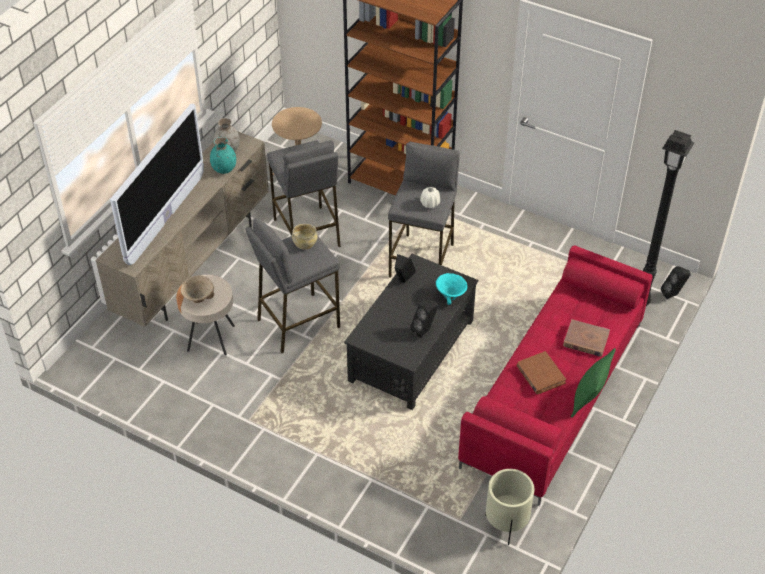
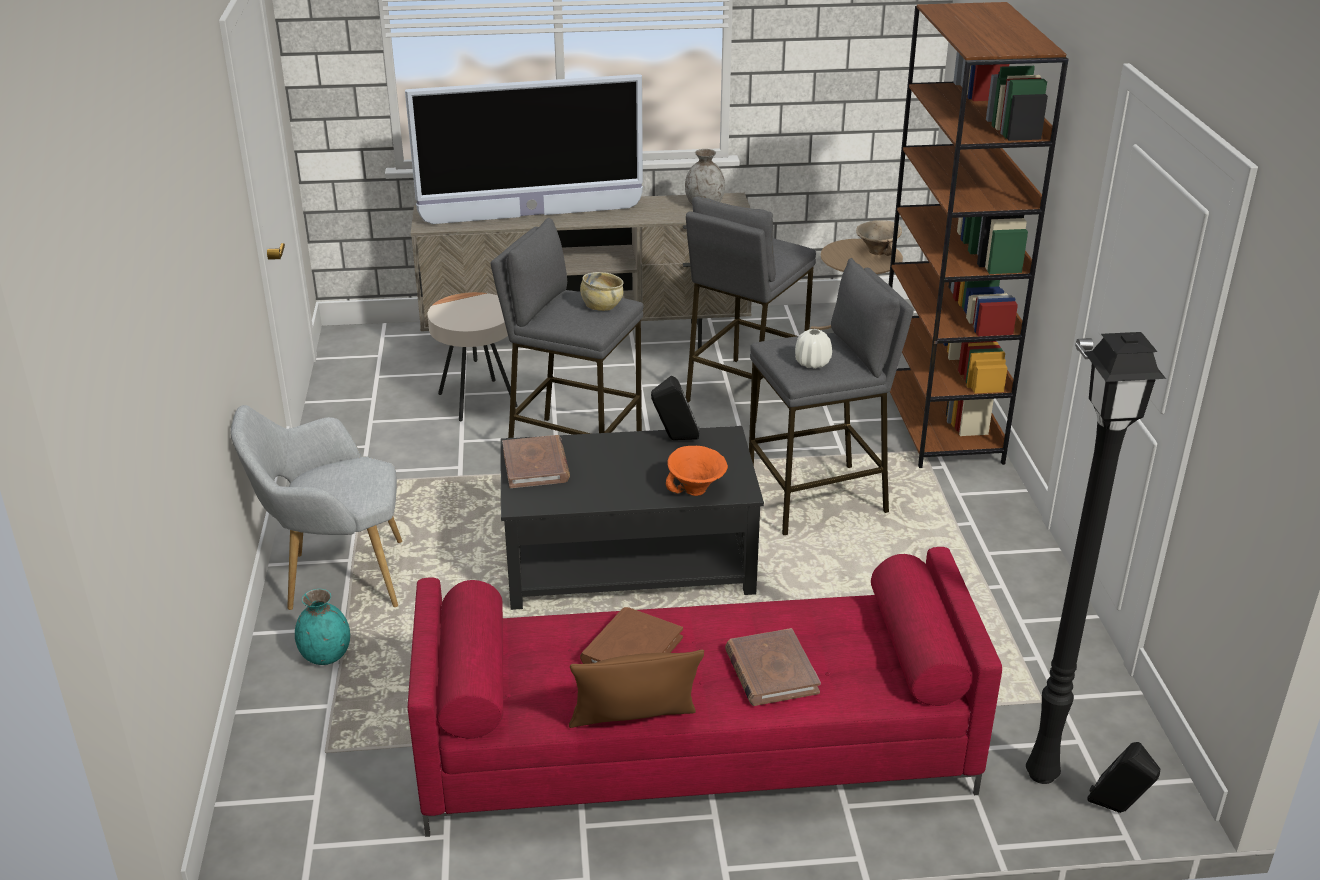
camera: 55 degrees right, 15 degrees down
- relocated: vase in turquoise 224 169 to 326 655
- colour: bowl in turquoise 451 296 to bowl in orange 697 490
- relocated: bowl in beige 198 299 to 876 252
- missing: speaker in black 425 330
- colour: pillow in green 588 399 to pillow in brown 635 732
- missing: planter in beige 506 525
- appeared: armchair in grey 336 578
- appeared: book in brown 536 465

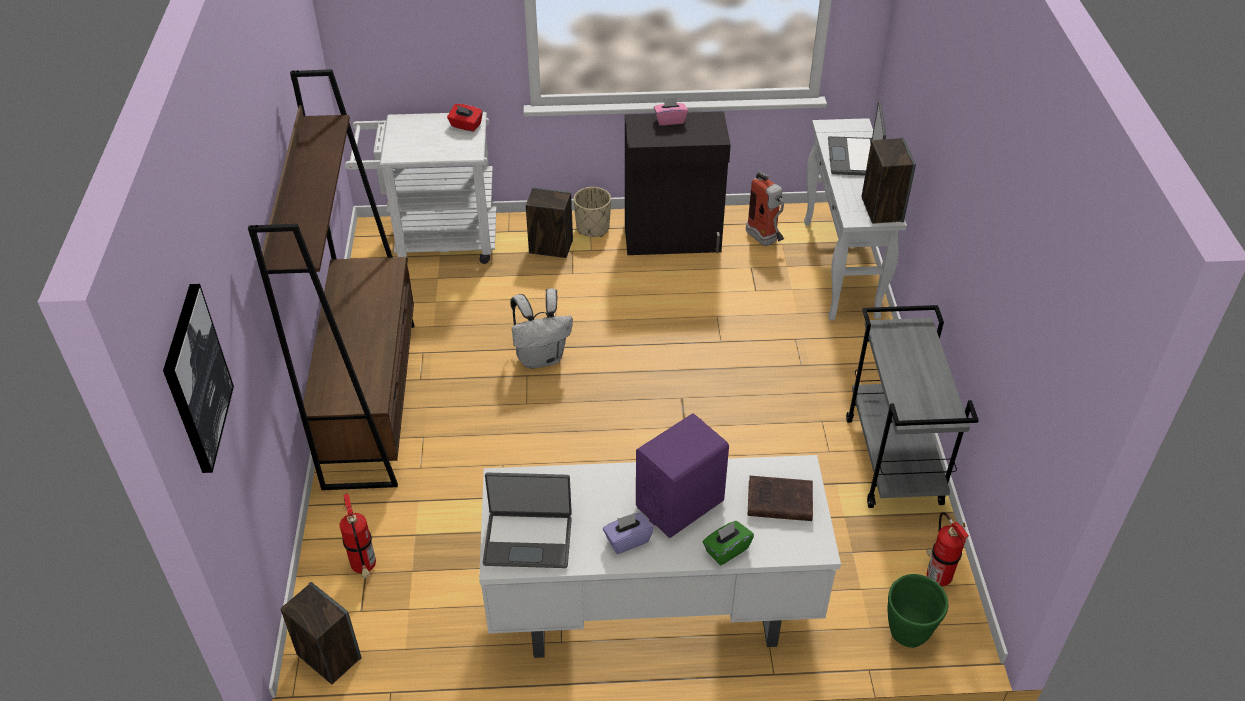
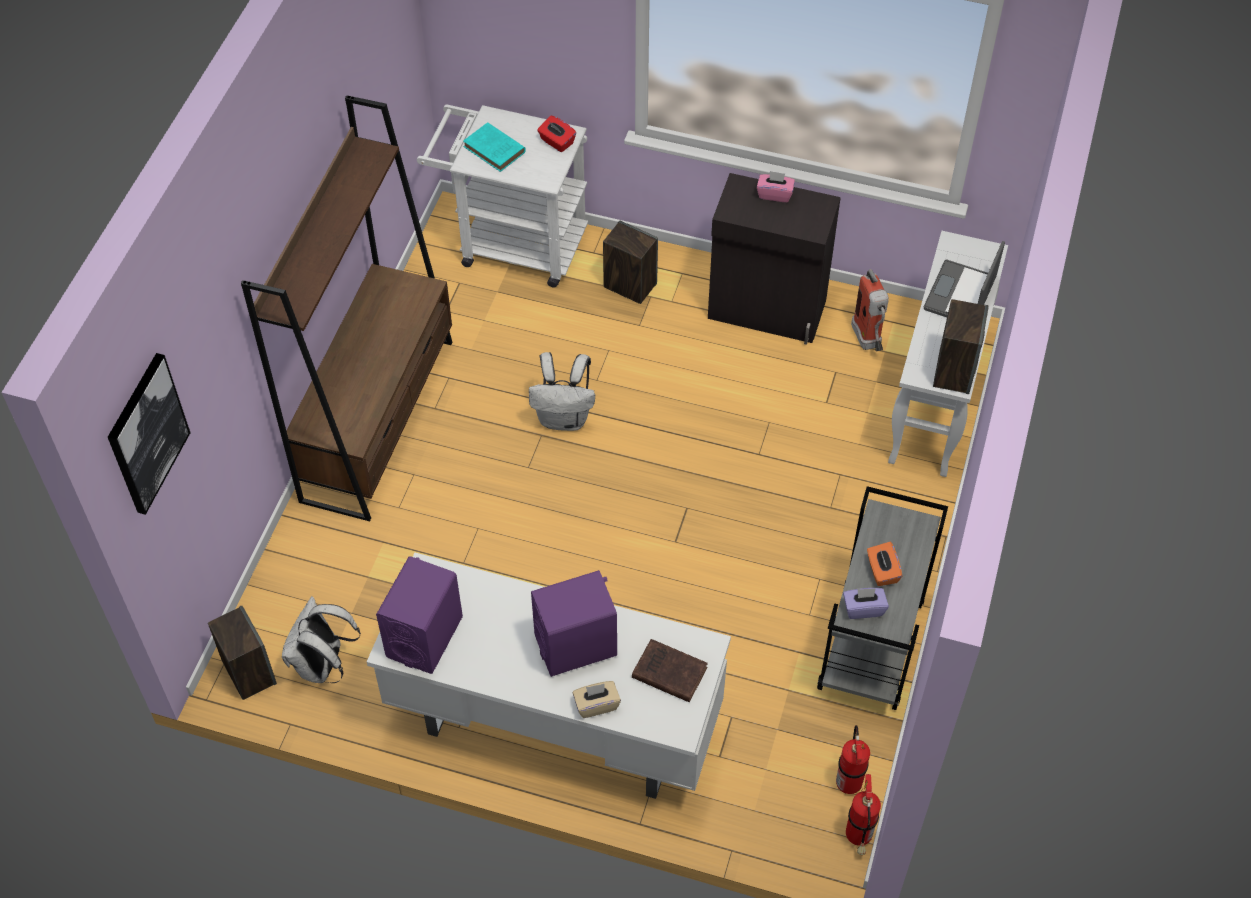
camera: 20 degrees right, 10 degrees up
- missing: planter in beige 593 228
- exchanged: laptop 528 539 to speaker in purple 424 637
- relocated: fire extinguisher 364 568 to 858 838
- relocated: tissue box in purple 627 540 to 863 609
- colour: tissue box in green 726 550 to tissue box in beige 596 705
- missing: planter in green 907 634
- appeared: book in turquoise 495 150
- appeared: tissue box in orange 882 571
- appeared: backpack in white 323 666

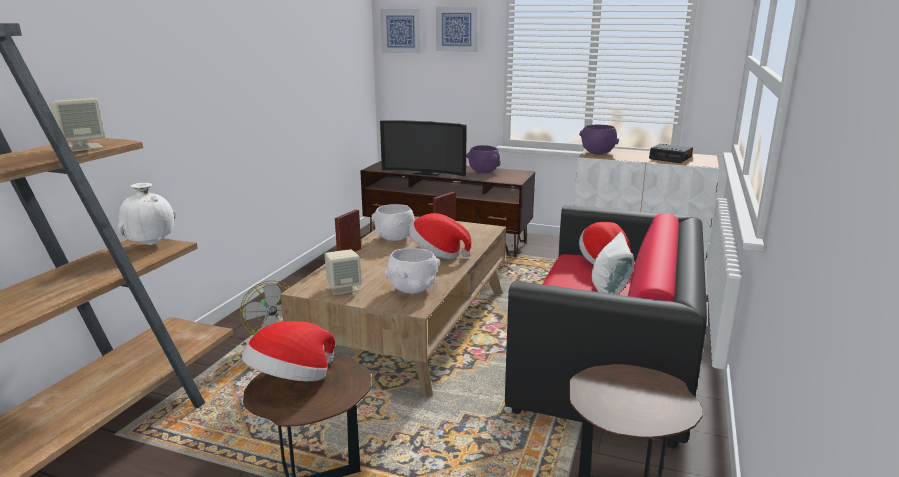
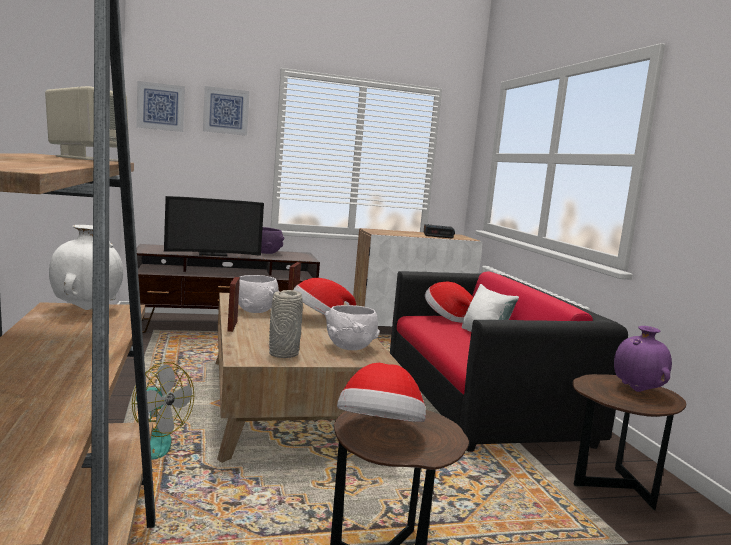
camera: 35 degrees left, 10 degrees down
- missing: bowl in purple 598 153
- exchanged: speaker in beige 344 288 to vase in grey 283 354
- appeared: vase in purple 637 391

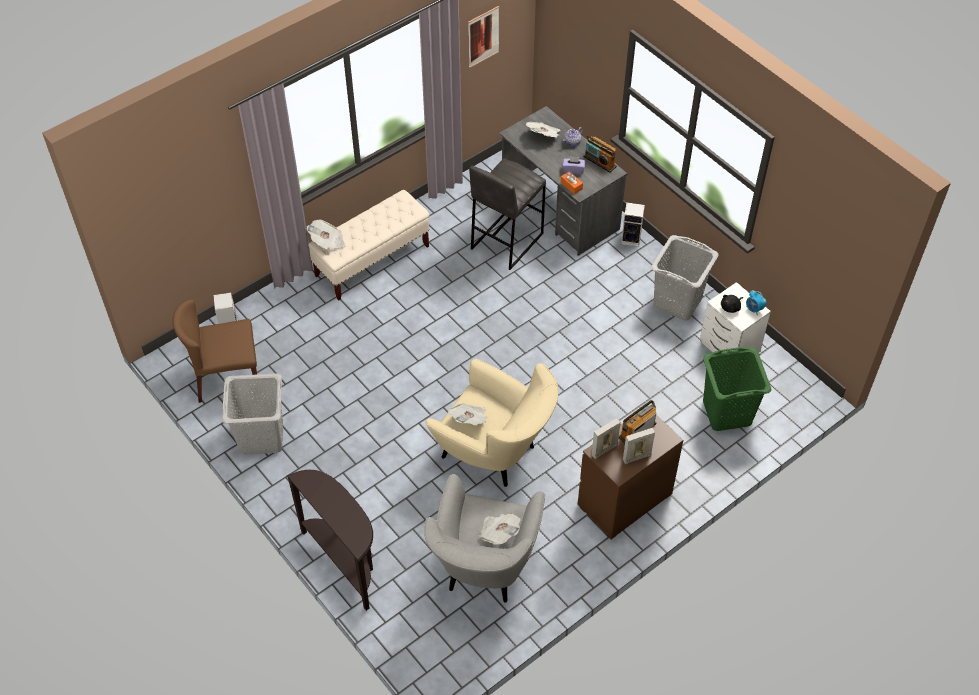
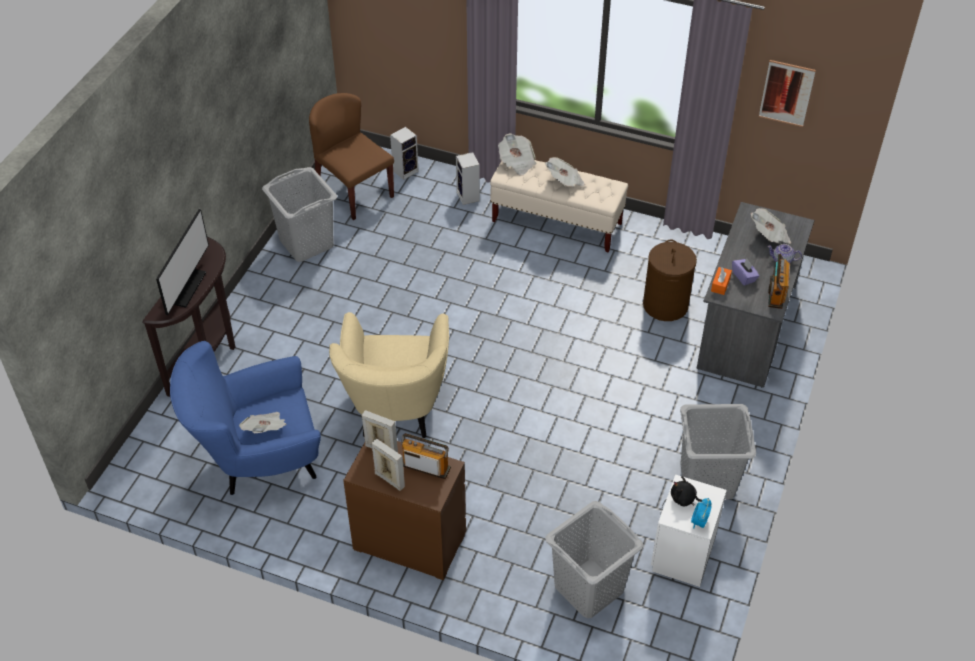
camera: 60 degrees right, 5 degrees down
- exchanged: stool in grey 506 241 to laundry basket in brown 665 305
- relocated: speaker 631 239 to 468 197
- colour: laundry basket in green 726 413 to laundry basket in grey 588 588
- relocated: newspaper 469 419 to 565 181
- colour: armchair in grey 484 569 to armchair in blue 258 462
- appeared: monitor 185 287

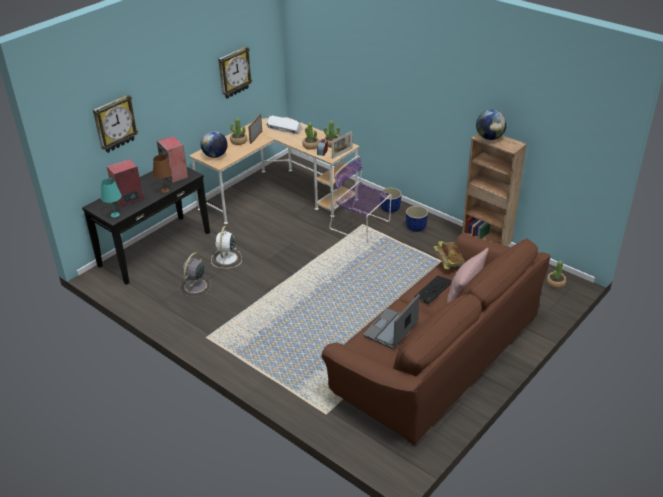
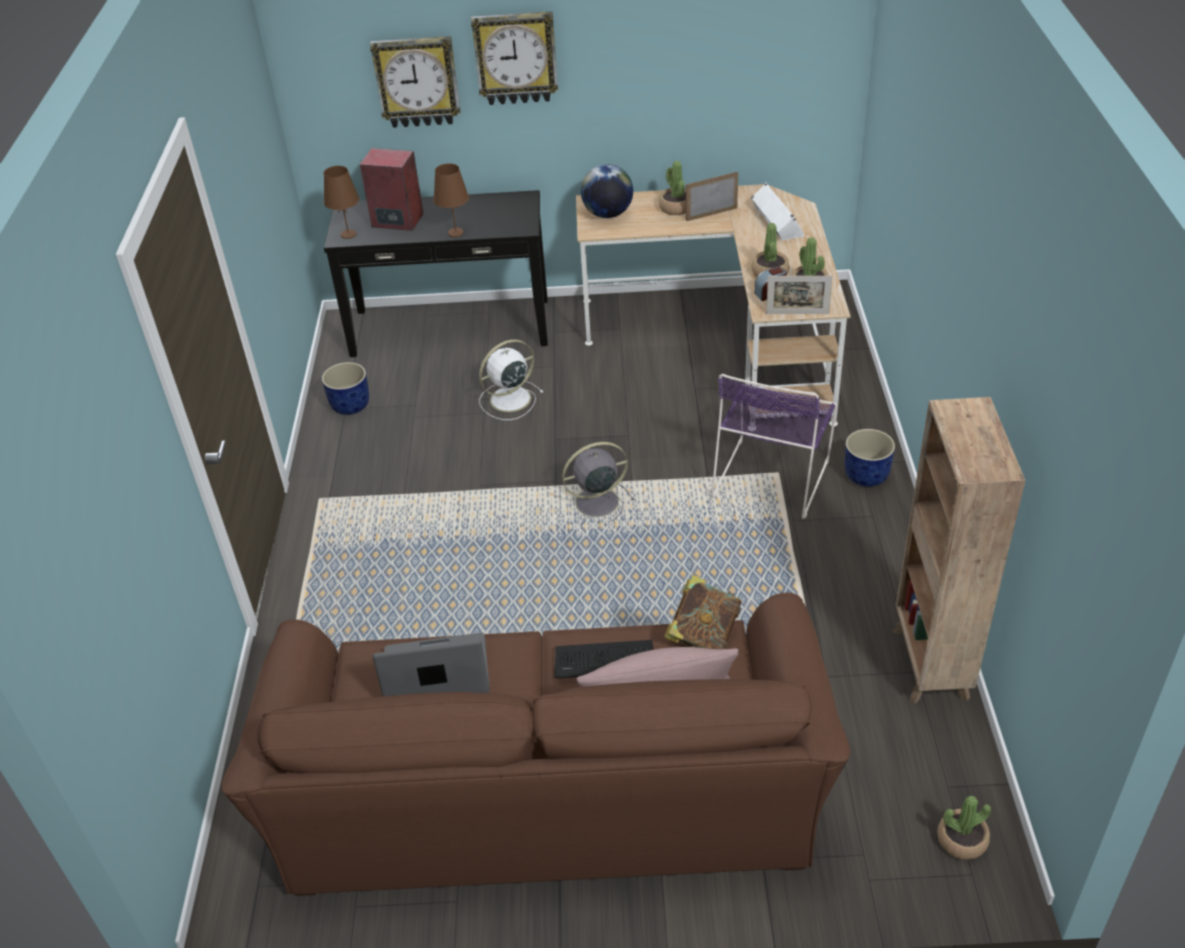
camera: 50 degrees right, 5 degrees up
- relocated: wall clock 234 72 to 516 58
- missing: globe 489 138
- missing: speaker 175 175
- spun: chair in purple 361 226 = 772 474 150 degrees counterclockwise
- colour: table lamp in turquoise 115 215 to table lamp in brown 348 234
- relocated: planter in blue 416 227 to 350 406
- relocated: fan in grey 195 286 to 595 503

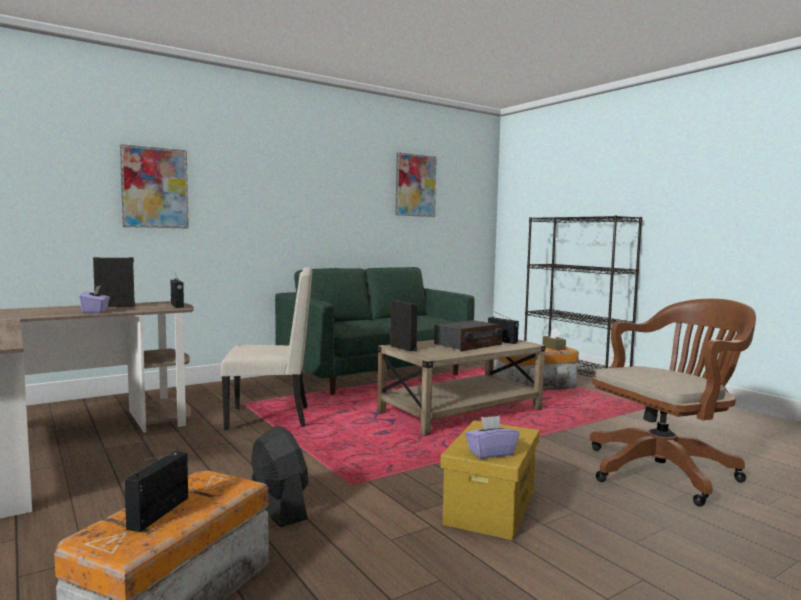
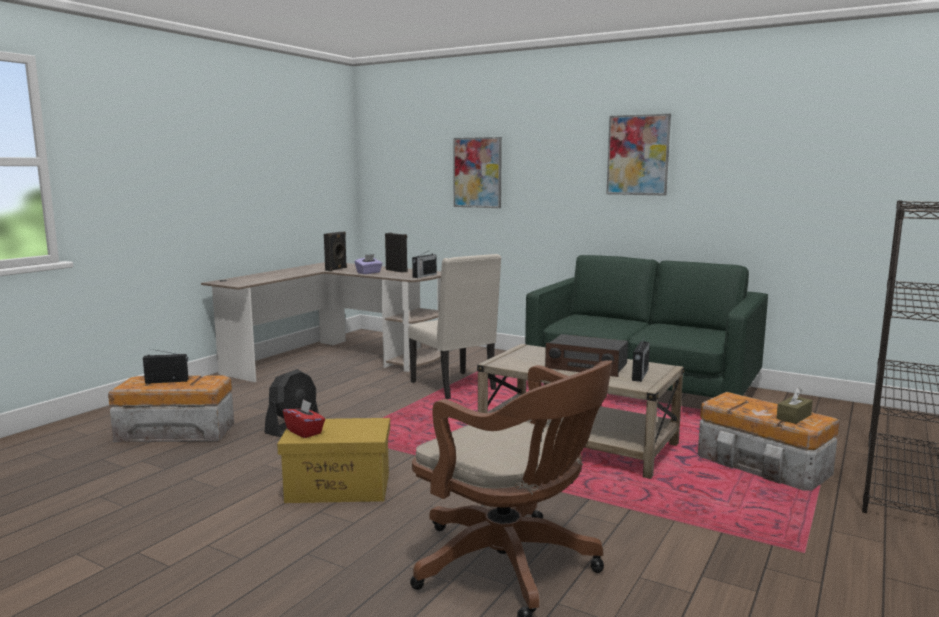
camera: 65 degrees right, 5 degrees up
- relocated: picture 415 185 to 638 155
- relocated: speaker in black 404 348 to 336 269
- colour: tissue box in purple 491 453 to tissue box in red 304 431

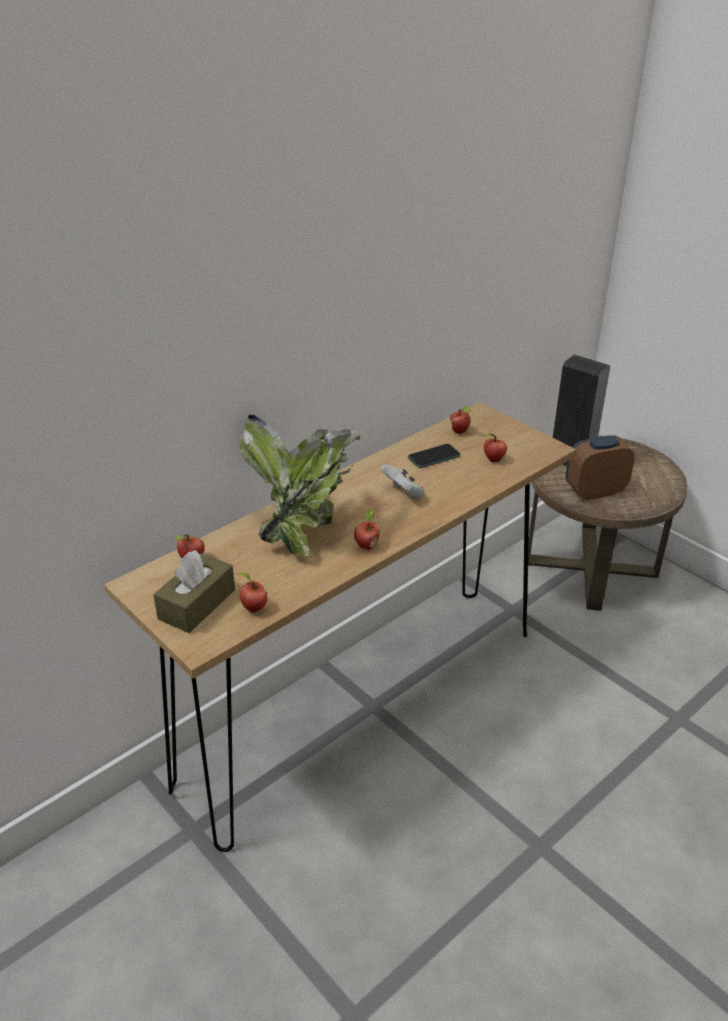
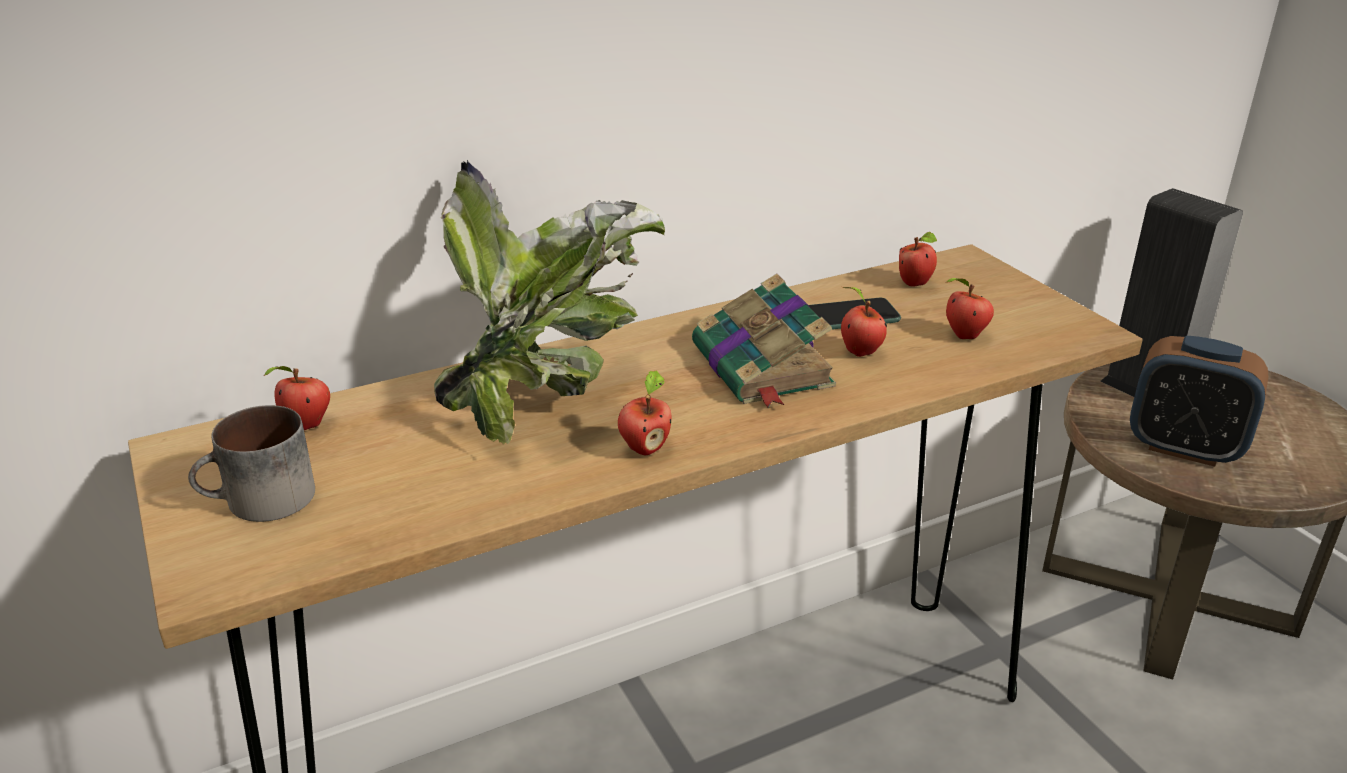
camera: 15 degrees right, 5 degrees down
- spun: alarm clock 594 491 = 1184 448 150 degrees counterclockwise
- exchanged: game controller in white 403 493 to book 763 368
- exchanged: tissue box in brown 197 604 to mug 260 502
- relocated: apple 253 608 to 858 352

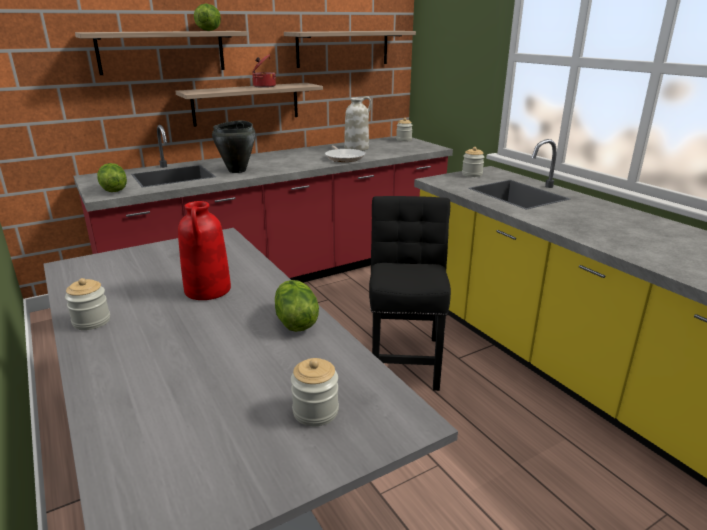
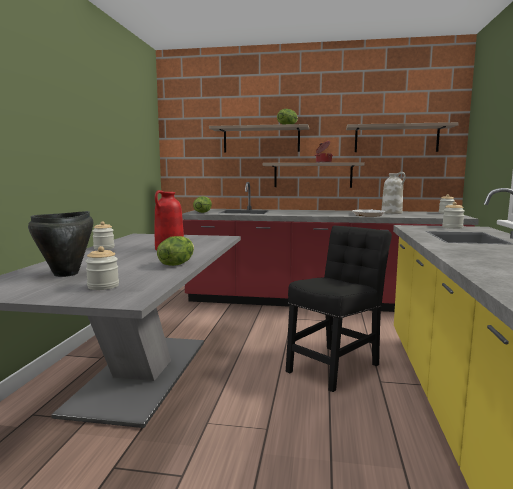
camera: 40 degrees right, 15 degrees down
- relocated: cooking pot in black 237 170 to 66 274

